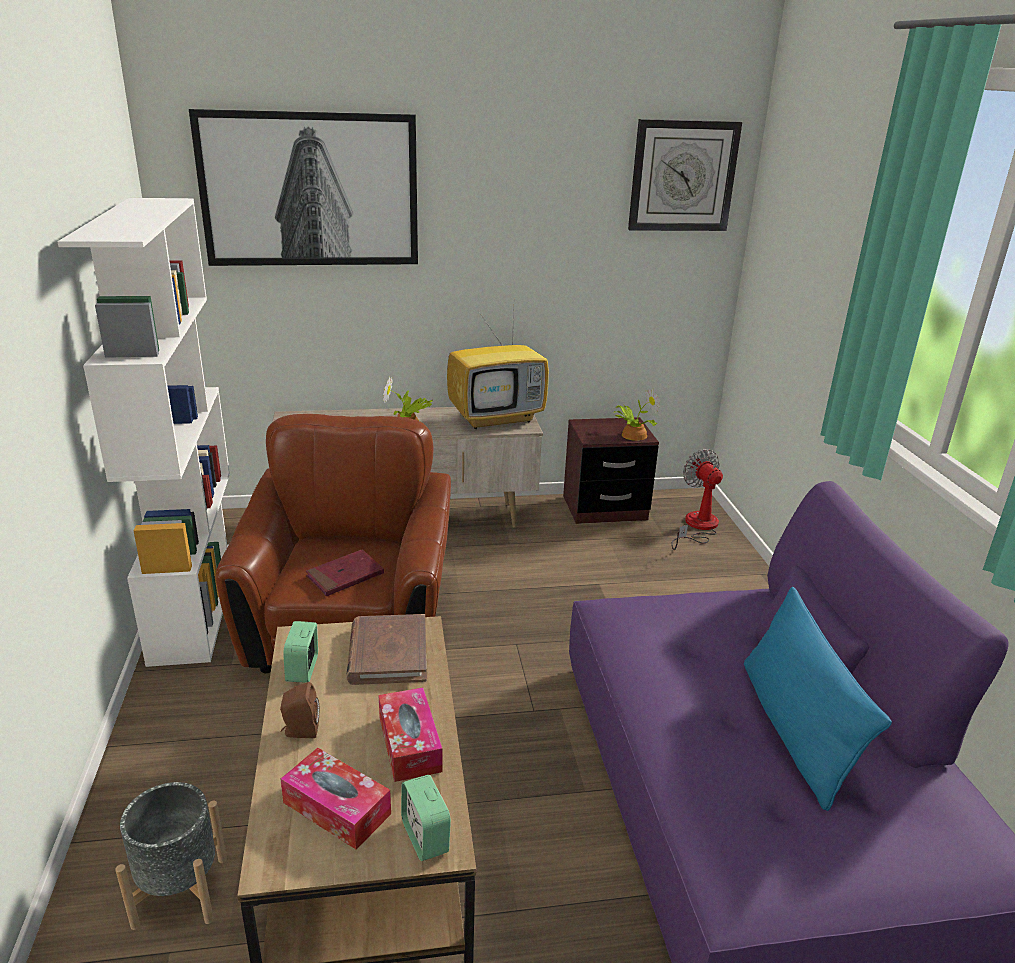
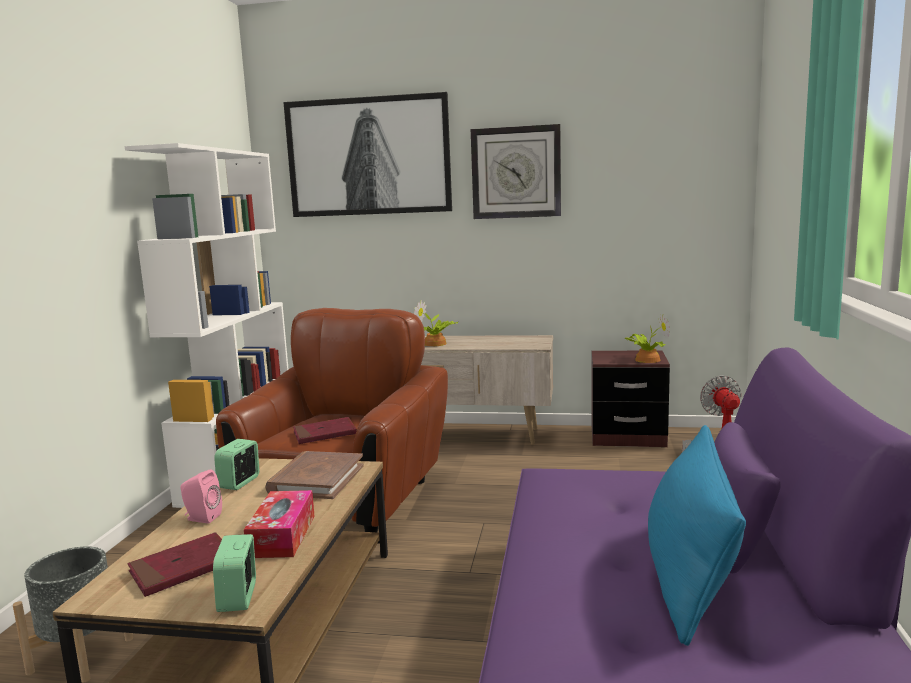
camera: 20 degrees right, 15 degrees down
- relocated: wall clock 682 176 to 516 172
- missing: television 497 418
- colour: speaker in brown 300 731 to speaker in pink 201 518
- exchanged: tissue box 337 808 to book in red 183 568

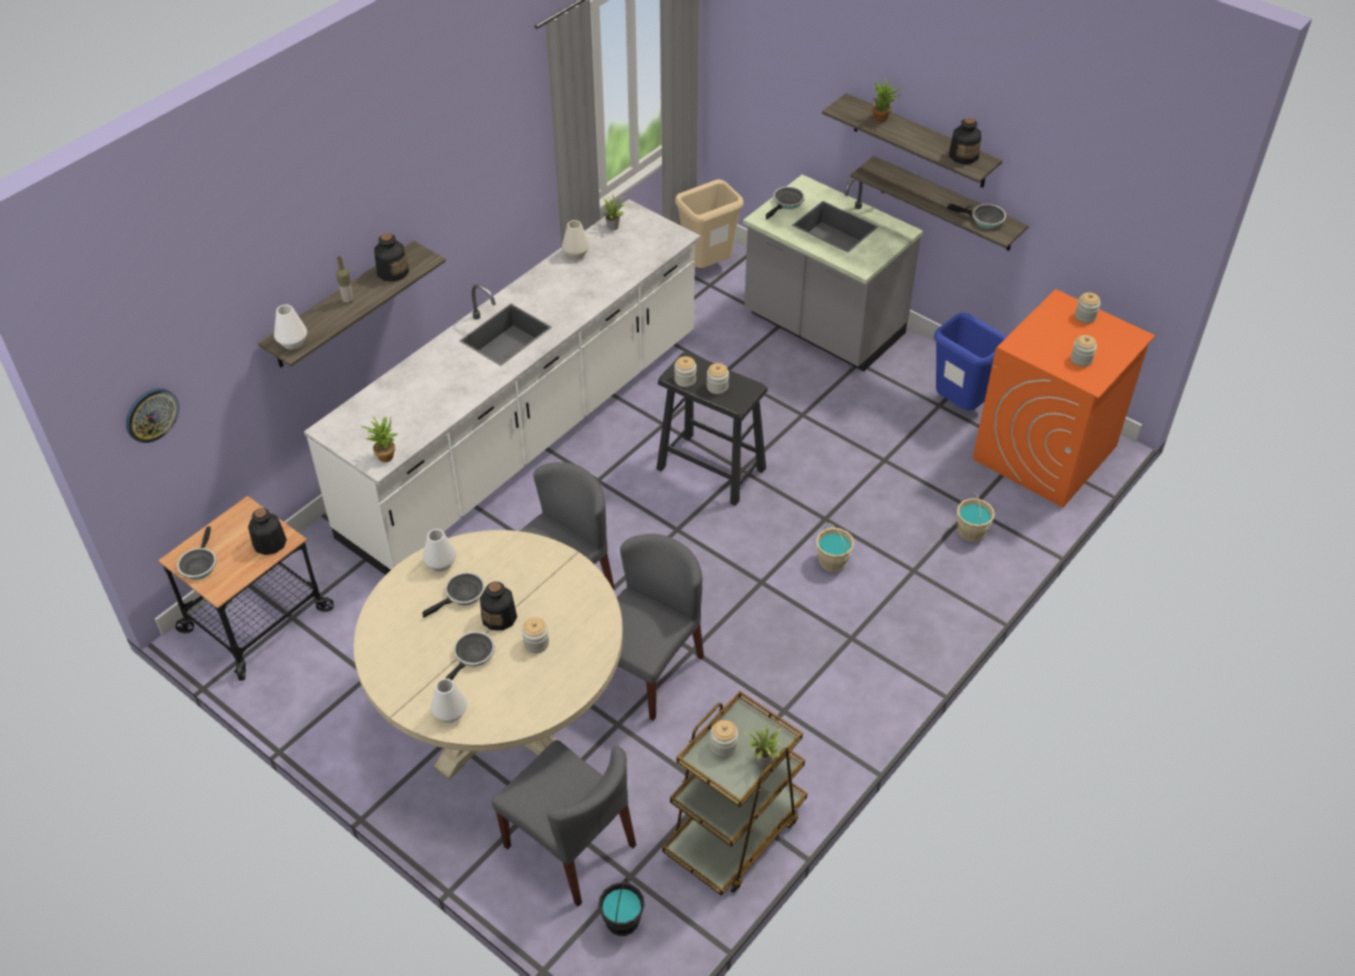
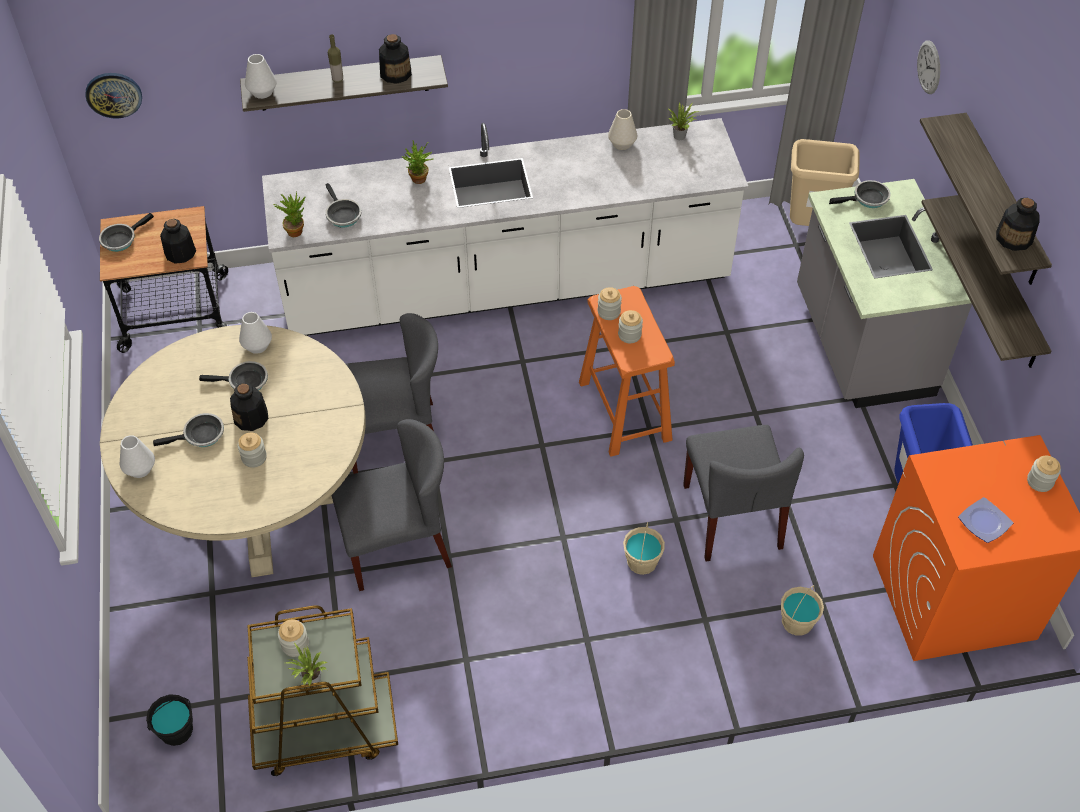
camera: 40 degrees right, 5 degrees up
- relocated: potted plant 883 119 to 419 181
- relocated: frying pan 984 219 to 342 215
- exchanged: jar 1081 359 to plate 984 521
- colour: stool in black 711 469 to stool in orange 624 411
- relocated: chair in grey 570 846 to 732 517
- appeared: wall clock 929 67

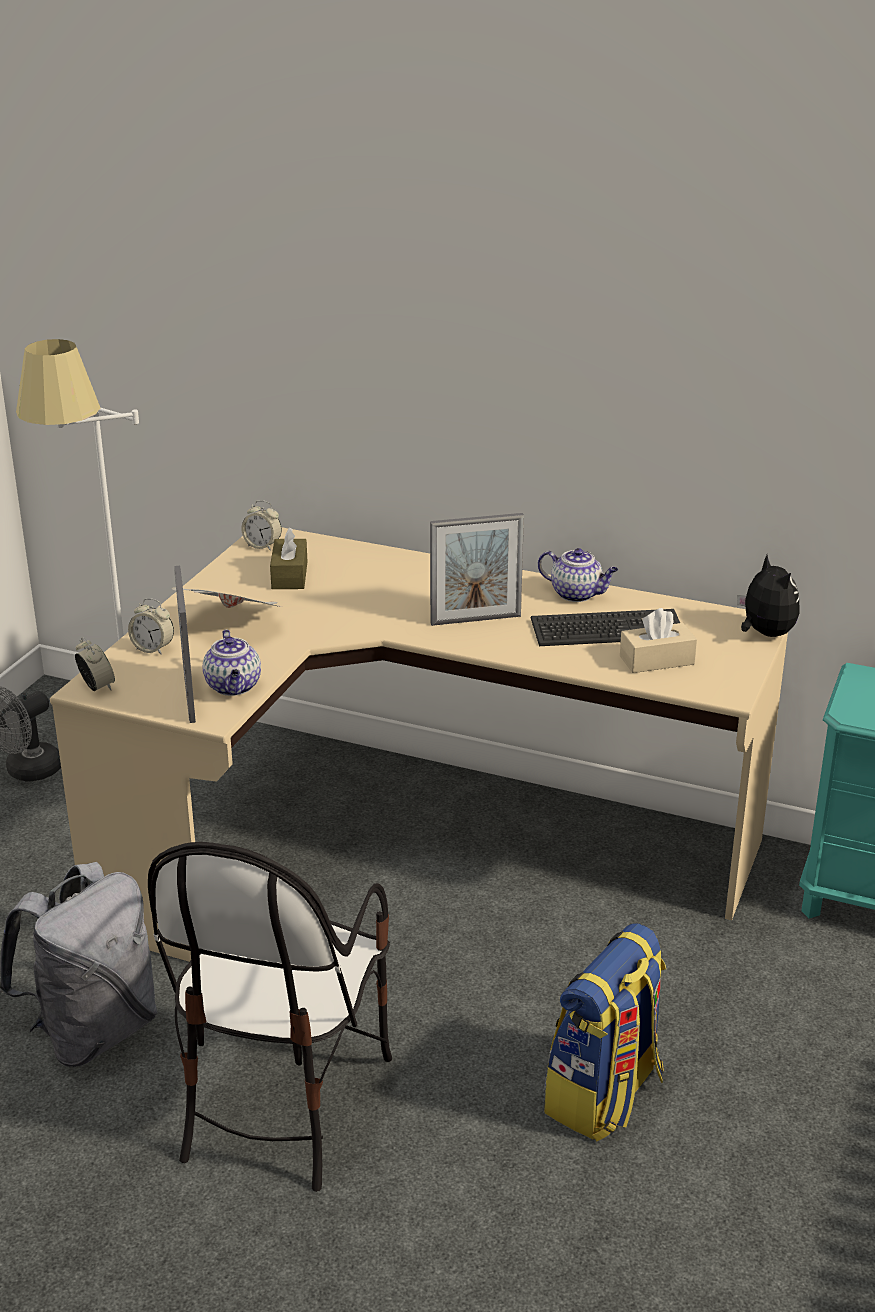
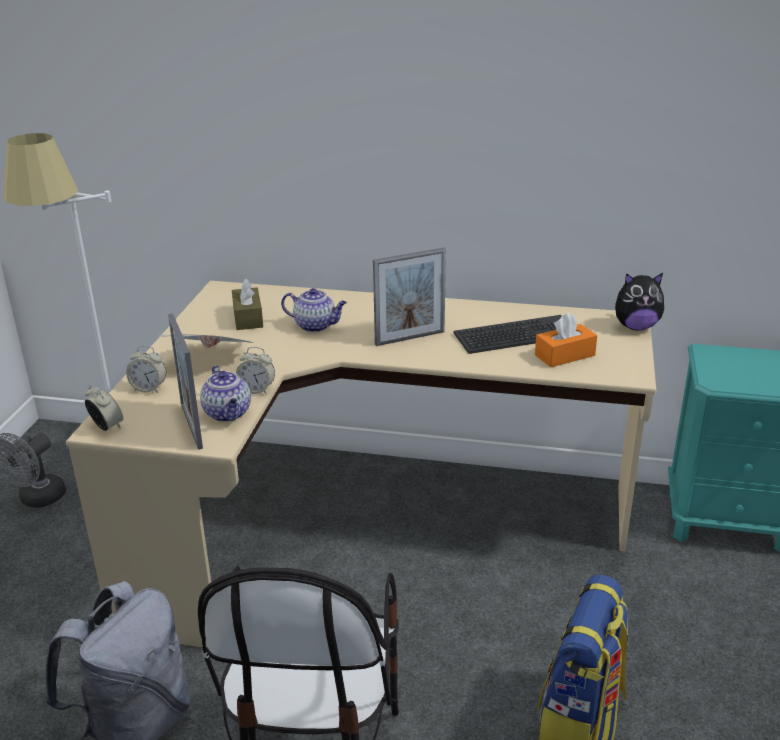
camera: 10 degrees left, 0 degrees up
- relocated: alarm clock 262 546 to 257 390
- relocated: teapot 577 594 to 316 326
- spun: plush toy 765 634 = 636 327 120 degrees clockwise
- colour: tissue box in beige 657 660 to tissue box in orange 564 355

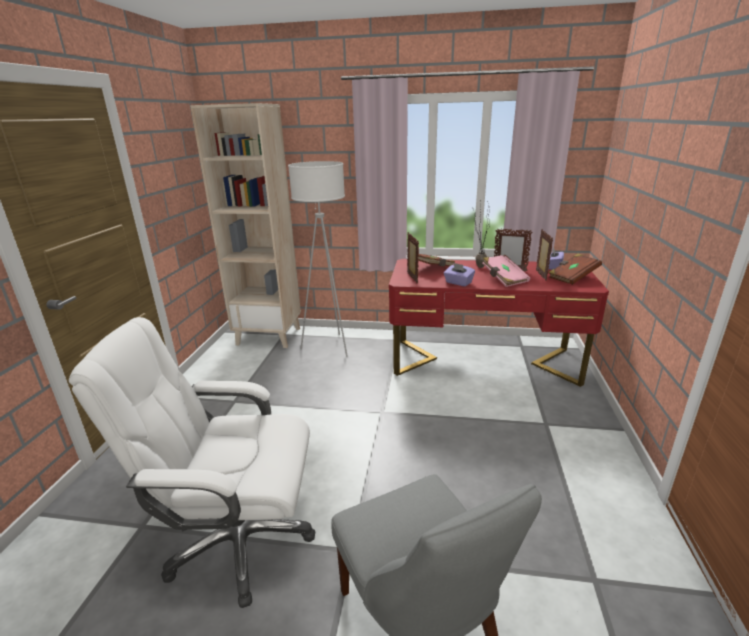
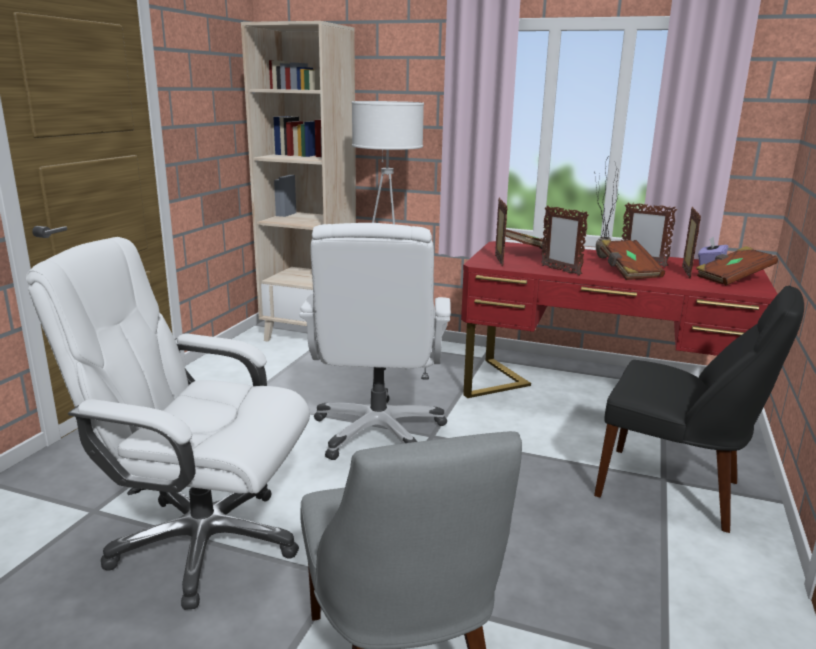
camera: 10 degrees right, 5 degrees down
- colour: book in pink 503 279 to book in brown 628 272
- exchanged: tissue box in purple 458 283 to picture frame 560 270
- appeared: office chair in white 378 432
- appeared: chair in black 675 490

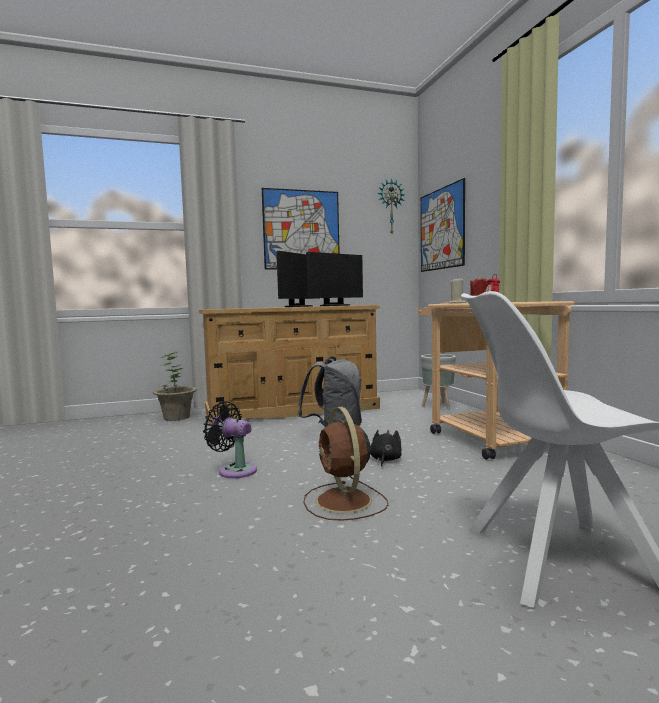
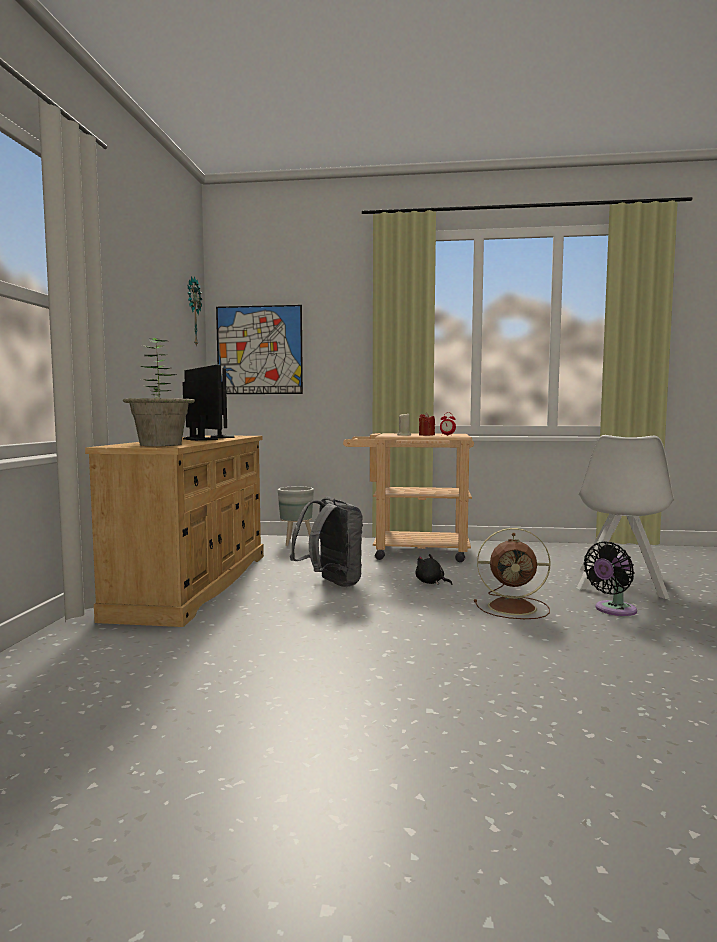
camera: 65 degrees left, 0 degrees up
- missing: picture 301 230
- relocated: potted plant 176 417 to 160 445
- relocated: fan in black 234 470 to 613 610

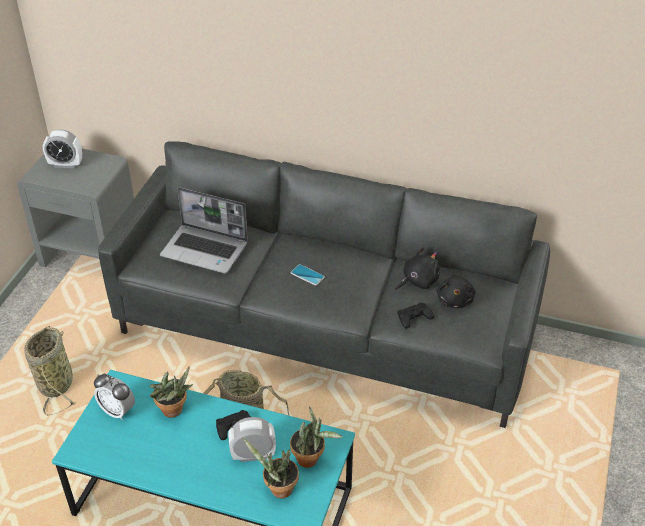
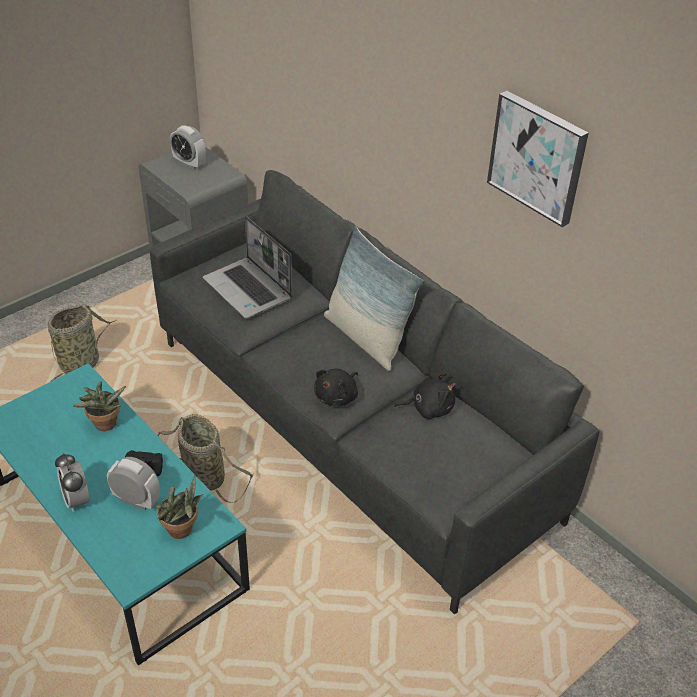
camera: 30 degrees right, 0 degrees up
- missing: phone 307 275
- relocated: plush toy in black 455 299 to 337 396
- missing: game controller in black 414 318
- relocated: alarm clock 117 411 to 77 500
- missing: potted plant 278 489
- appeared: picture 538 157
- appeared: pillow 366 338

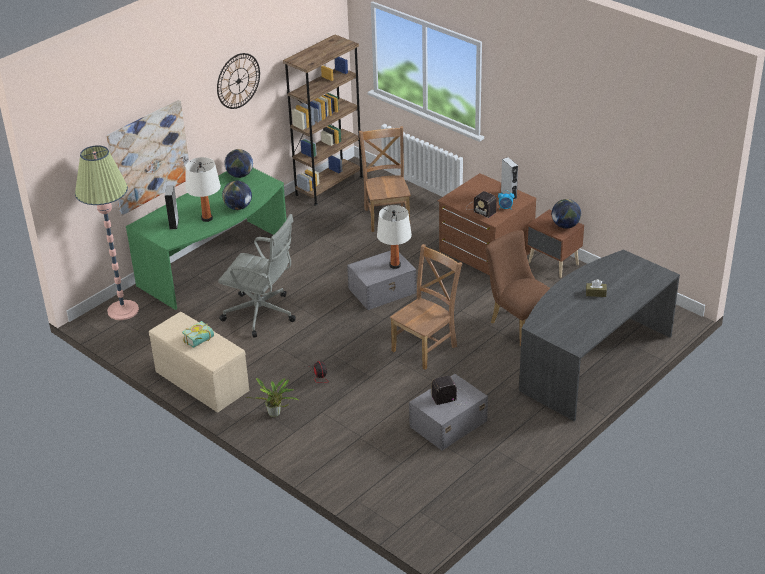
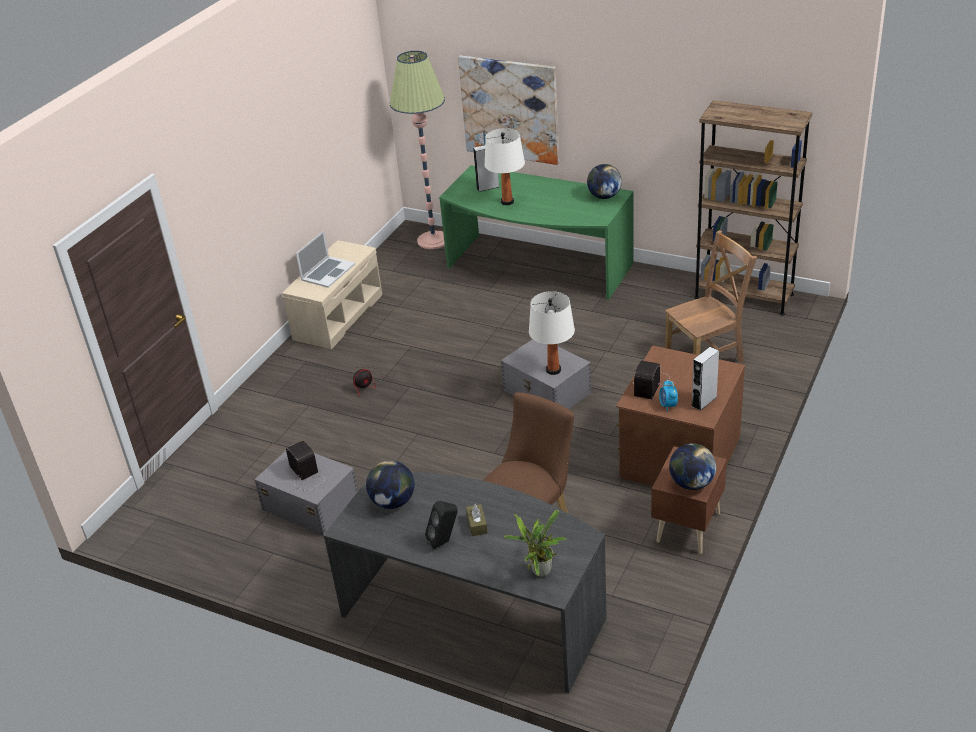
camera: 75 degrees right, 0 degrees up
- missing: wall clock 238 81
- relocated: globe 238 207 to 393 502
- missing: office chair in grey 262 314
- missing: chair in brown 426 347
- exchanged: book 200 341 to laptop 327 272
- relocated: potted plant 275 415 to 540 573
- appeared: speaker in black 444 541

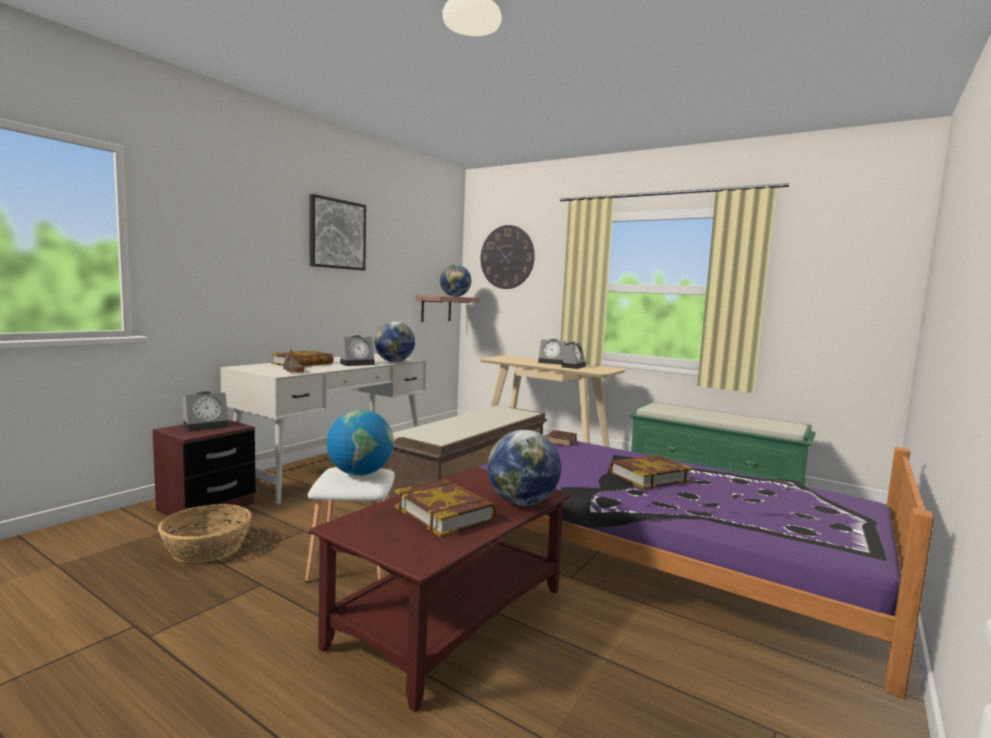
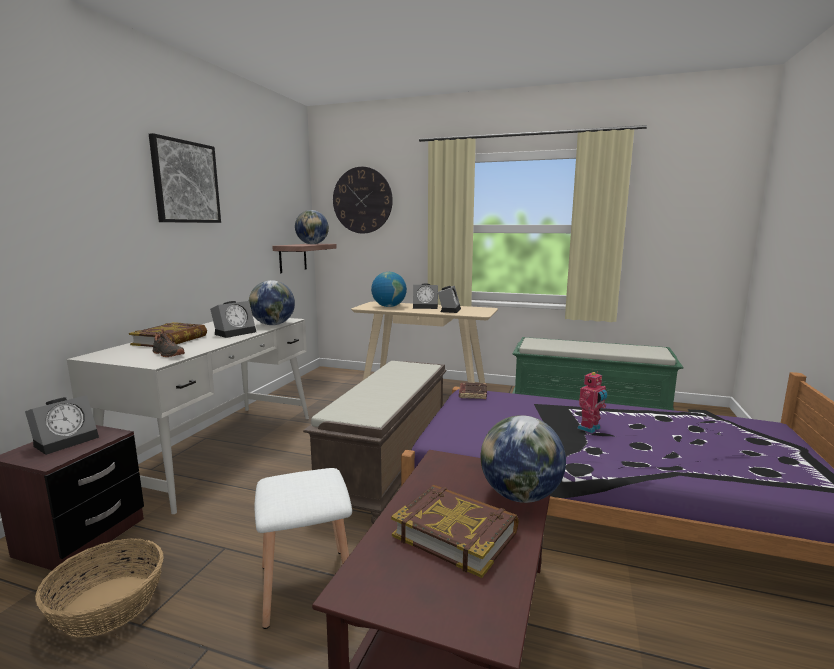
camera: 15 degrees left, 5 degrees up
- relocated: globe 360 473 to 389 306
- exchanged: book 649 477 to toy robot 590 428

